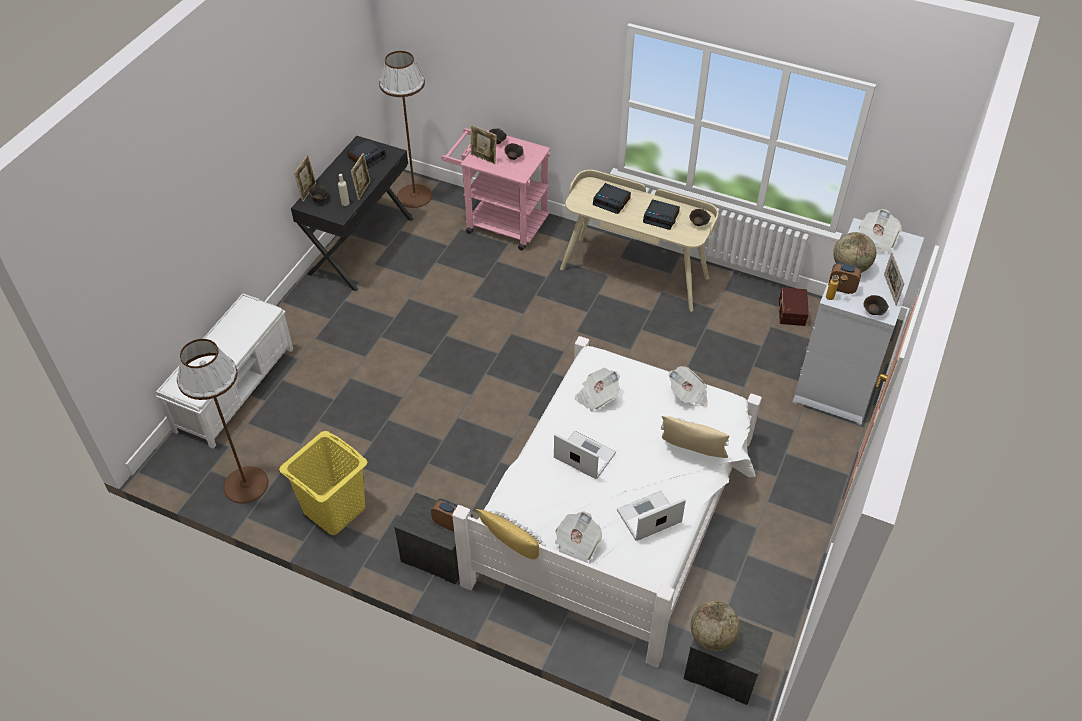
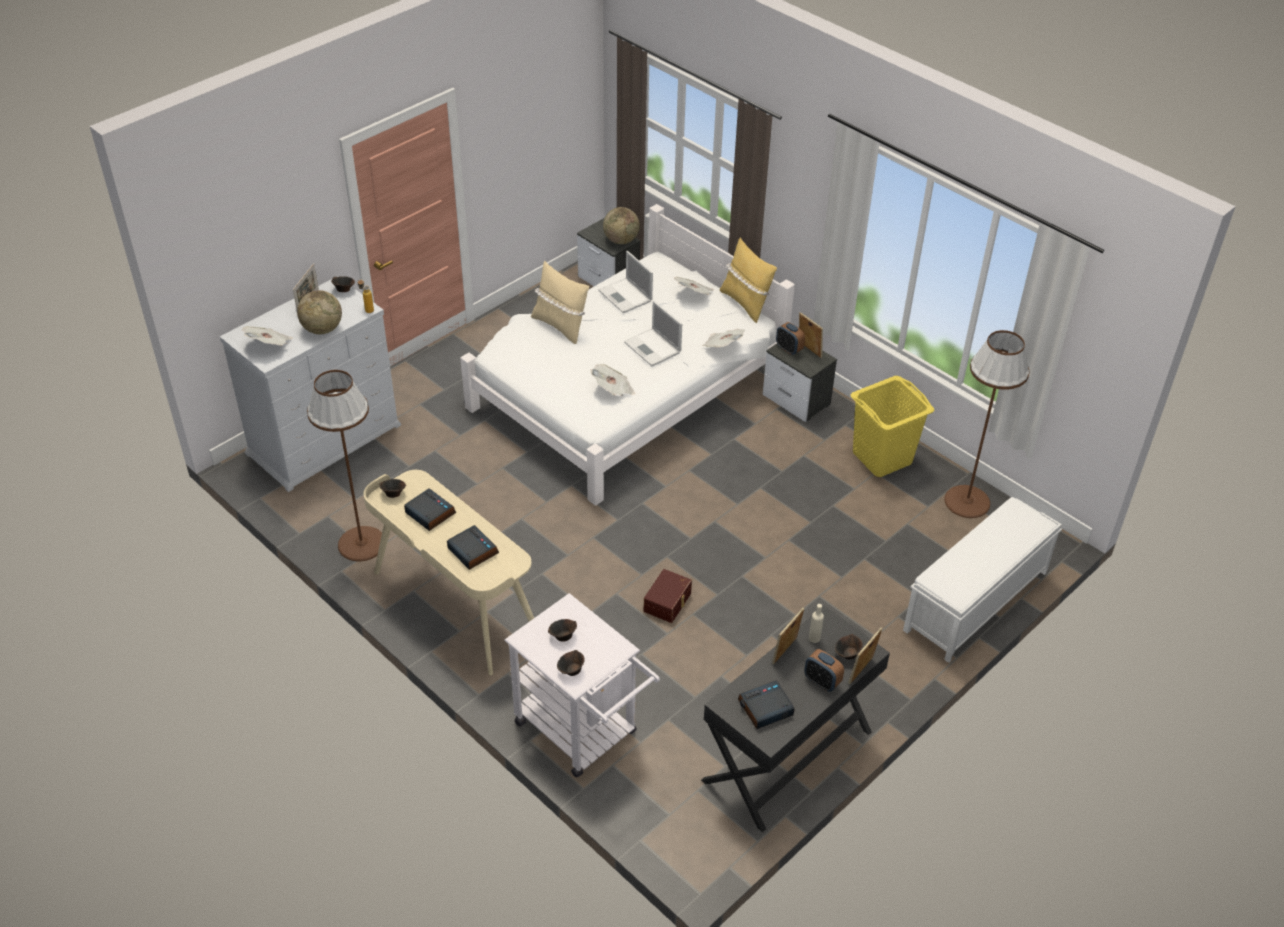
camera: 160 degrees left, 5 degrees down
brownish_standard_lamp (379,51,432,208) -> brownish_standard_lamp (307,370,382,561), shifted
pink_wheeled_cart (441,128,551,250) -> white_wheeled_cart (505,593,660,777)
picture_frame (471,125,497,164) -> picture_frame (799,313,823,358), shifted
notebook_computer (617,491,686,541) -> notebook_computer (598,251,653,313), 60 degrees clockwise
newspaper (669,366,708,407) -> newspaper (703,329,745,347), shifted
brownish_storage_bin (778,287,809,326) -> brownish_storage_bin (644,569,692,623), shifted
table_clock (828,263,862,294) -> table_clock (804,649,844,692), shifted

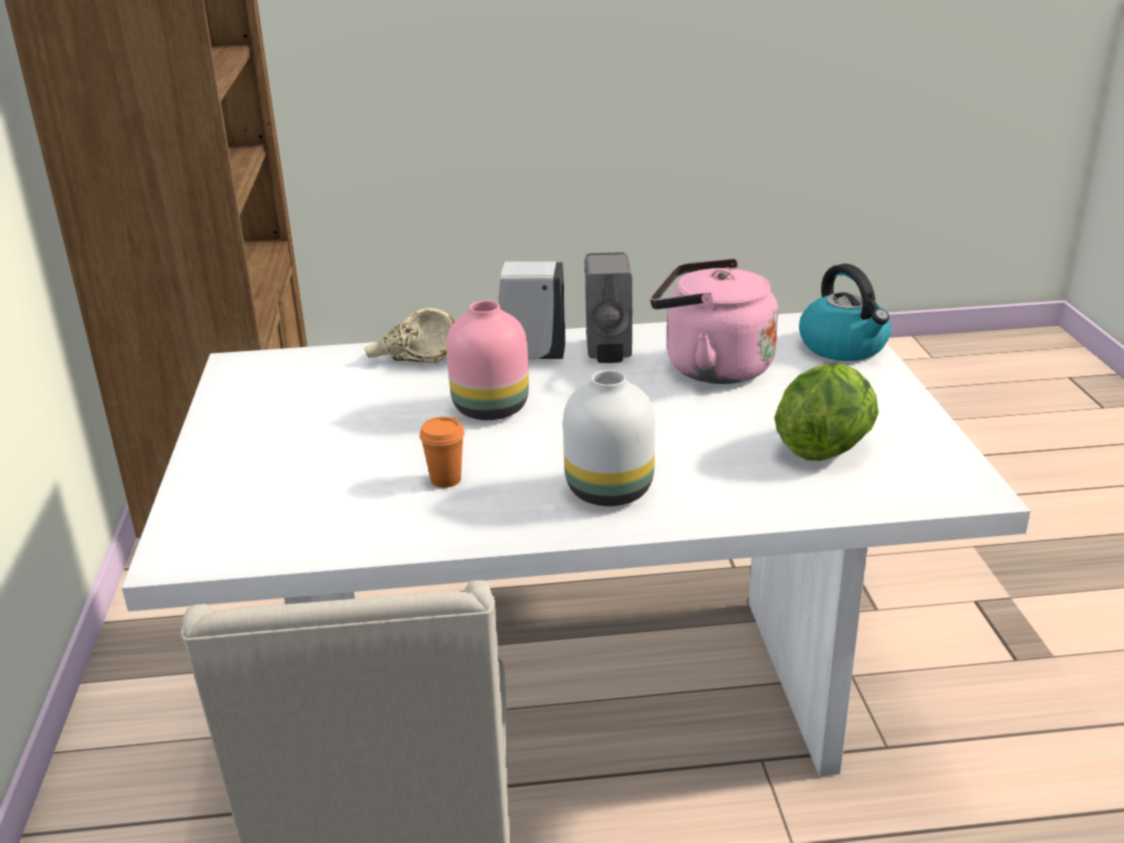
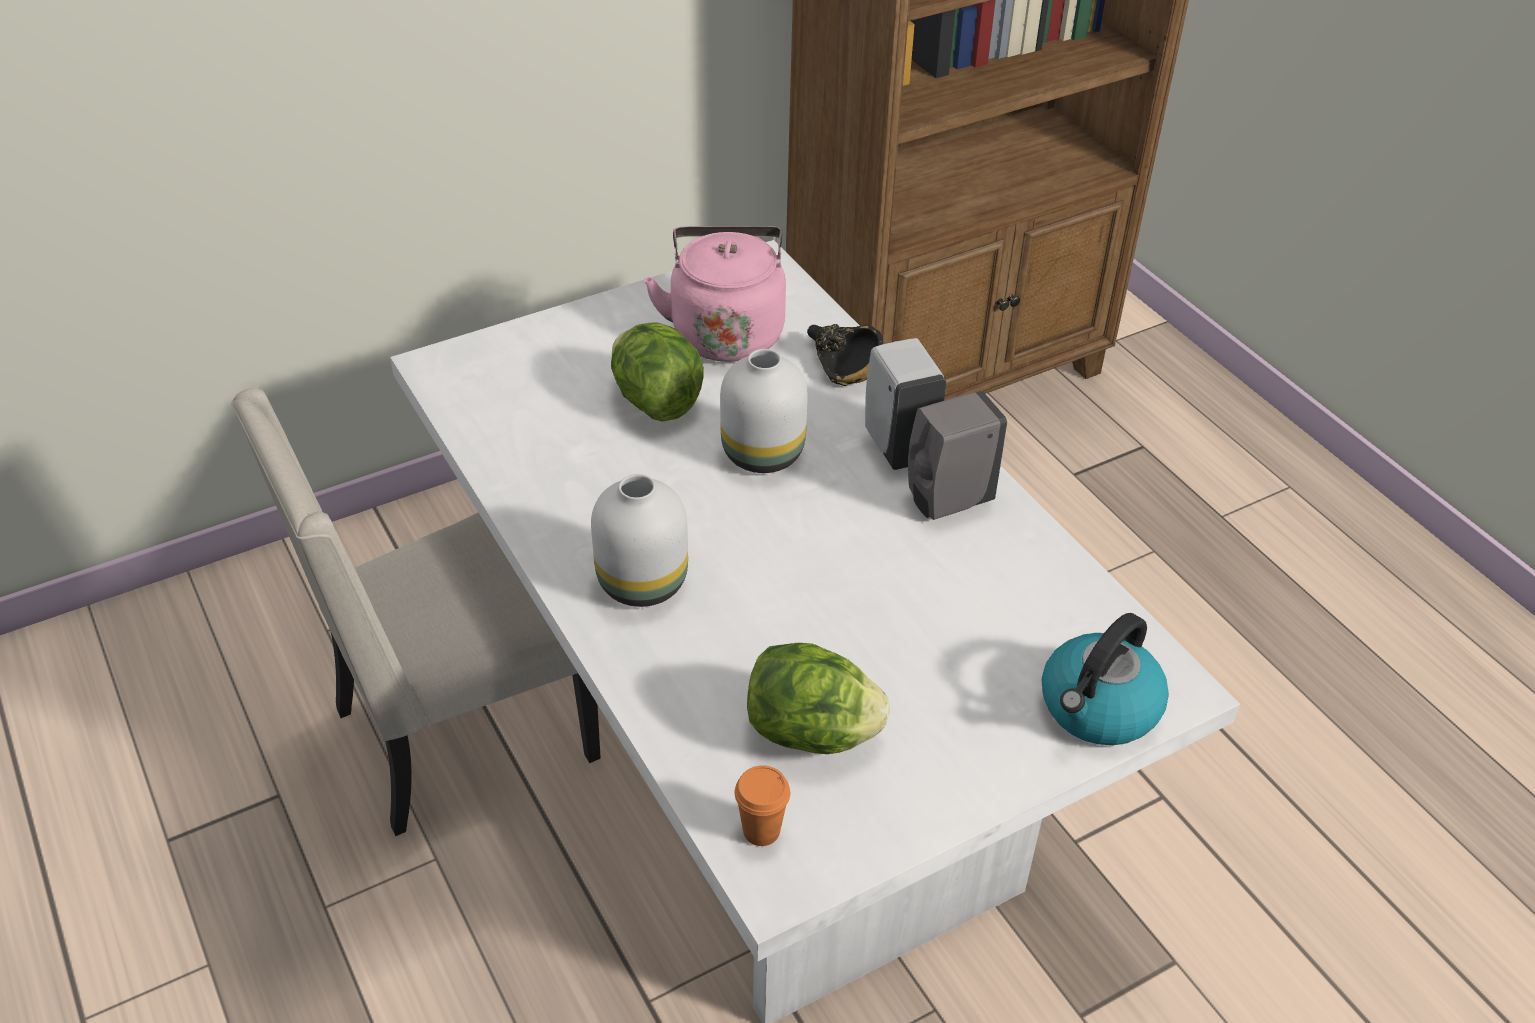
camera: 65 degrees right, 15 degrees up
beige-coloured_bowl (364,308,454,363) -> blackish_bowl (807,324,884,386)
orange-coloured_small_cup (419,417,465,488) -> orange-coloured_small_cup (735,766,790,846), shifted
pink_flower_vase (446,300,529,420) -> white_flower_vase (720,349,808,473)
pink_water_kettle (650,258,778,384) -> pink_water_kettle (644,226,786,362), shifted
none -> head_of_lettuce (611,322,704,422)

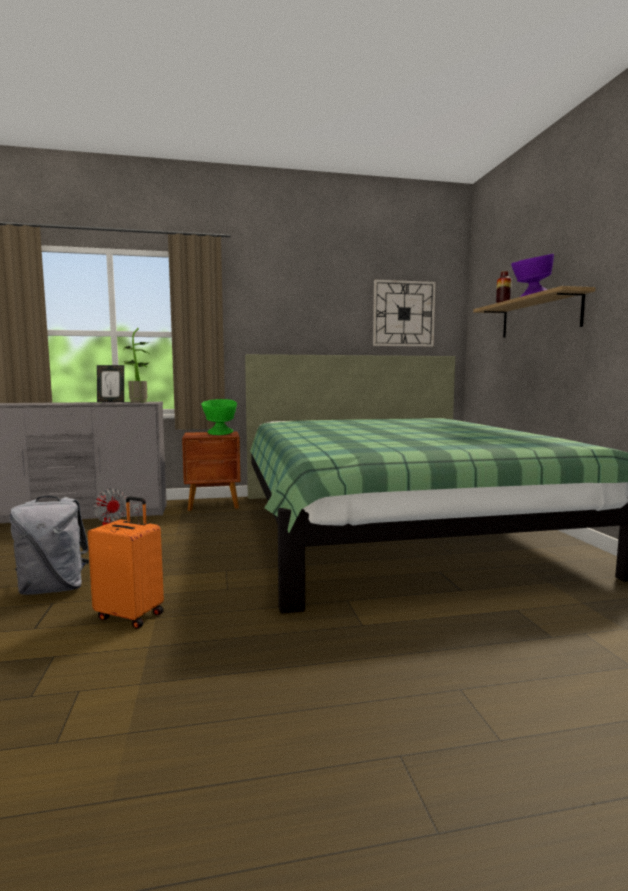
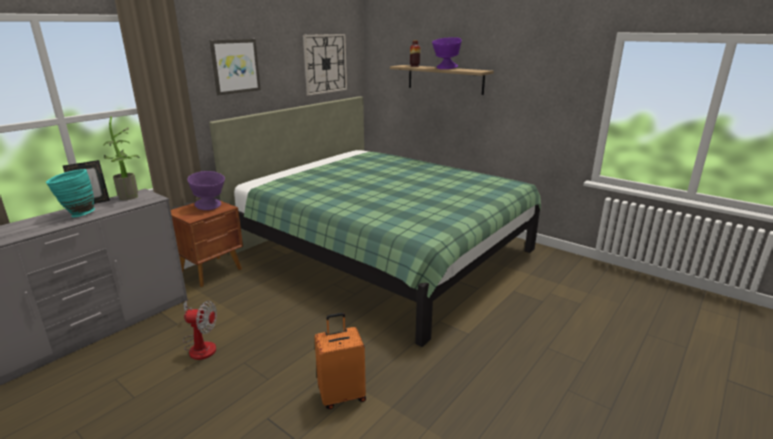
camera: 40 degrees left, 15 degrees up
greyish_knapsack (10,496,89,595) -> none
greenish_bowl (201,399,237,435) -> purple_bowl (187,171,225,210)
none -> turquoise-coloured_flower_vase (46,169,95,217)
none -> wall_picture (209,39,261,95)

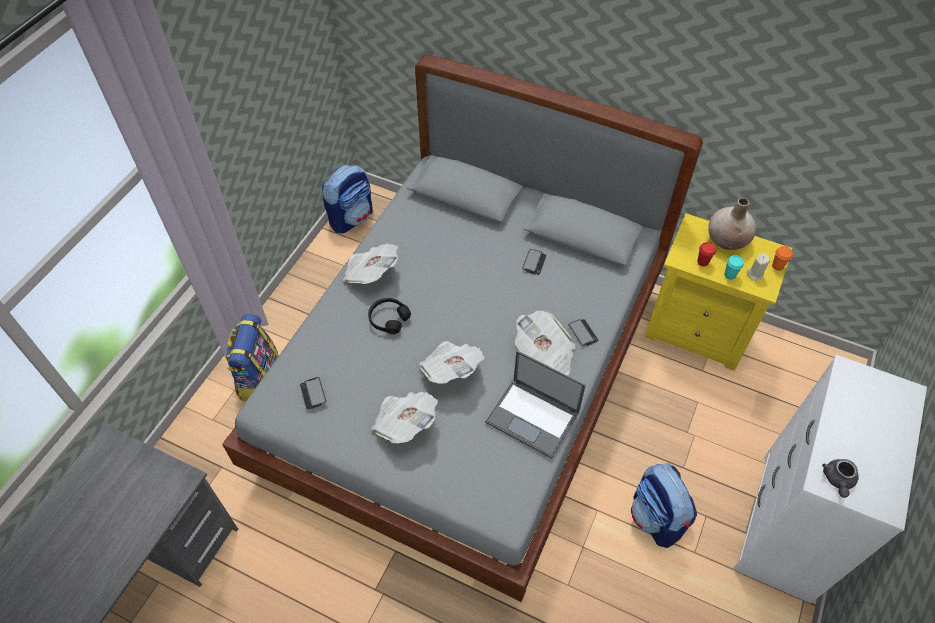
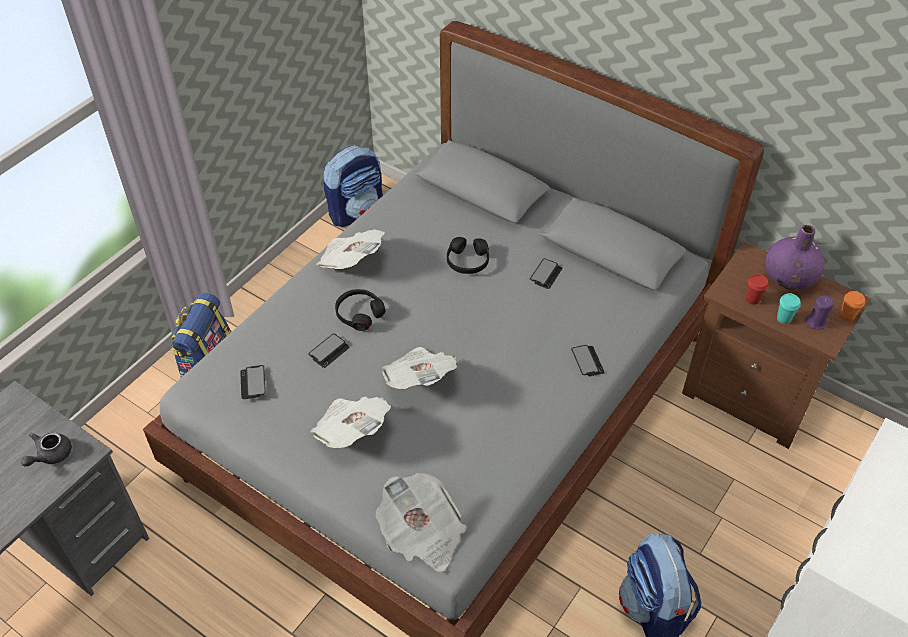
camera: 10 degrees right, 5 degrees down
notebook_computer (485,351,586,459) -> none
newspaper (515,311,576,376) -> newspaper (375,473,466,572), shifted
yellowish_nightstand (645,213,792,371) -> brownish_nightstand (682,242,871,449)
beige-coloured_flower_vase (708,198,756,250) -> purple_flower_vase (765,225,825,290)
beige-coloured_wax_light (747,253,770,281) -> purple_wax_light (805,296,834,329)
greyish_teapot (822,459,859,498) -> greyish_teapot (21,432,72,466), shifted
none -> handset (308,334,350,368)
none -> blackish_headset (447,237,489,274)

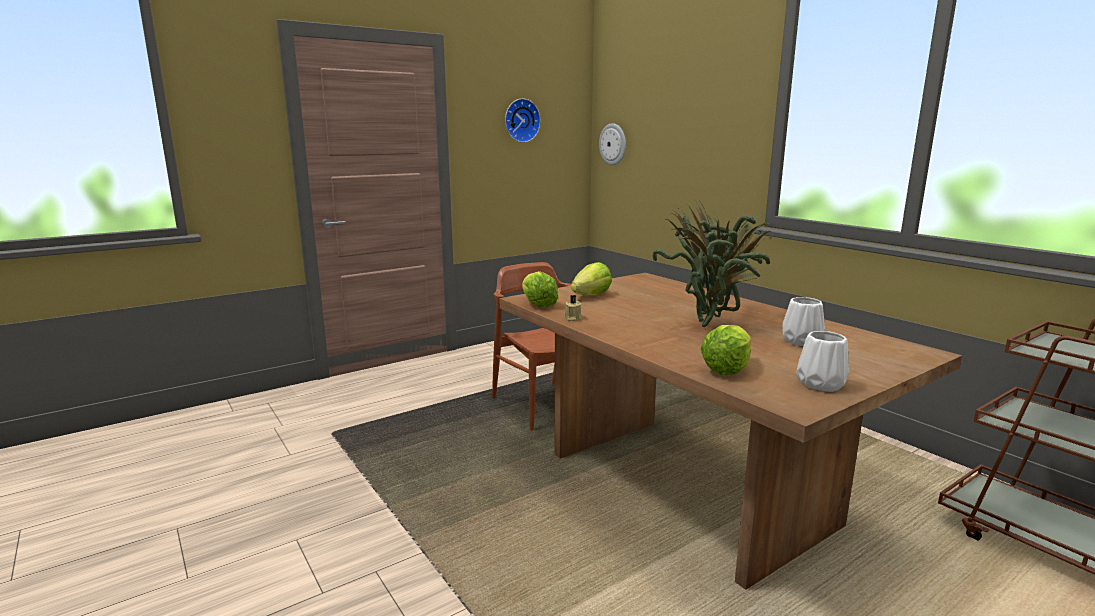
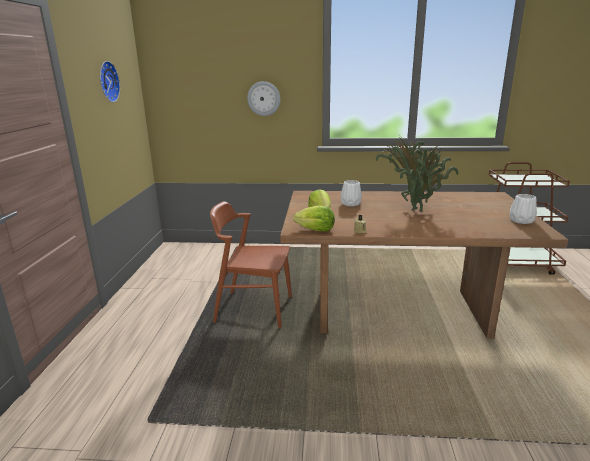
camera: 50 degrees left, 5 degrees up
wall_clock (599,123,626,165) -> wall_clock (247,81,280,116), shifted
head_of_lettuce (701,325,751,375) -> none
white_flower_vase (782,297,825,346) -> white_flower_vase (341,180,362,206), shifted

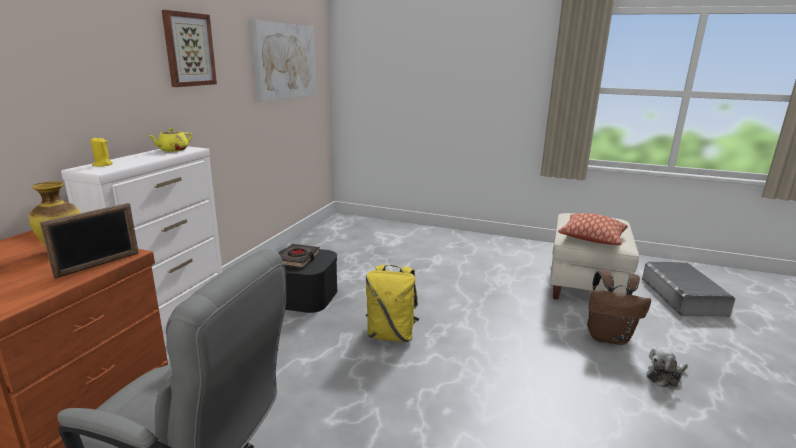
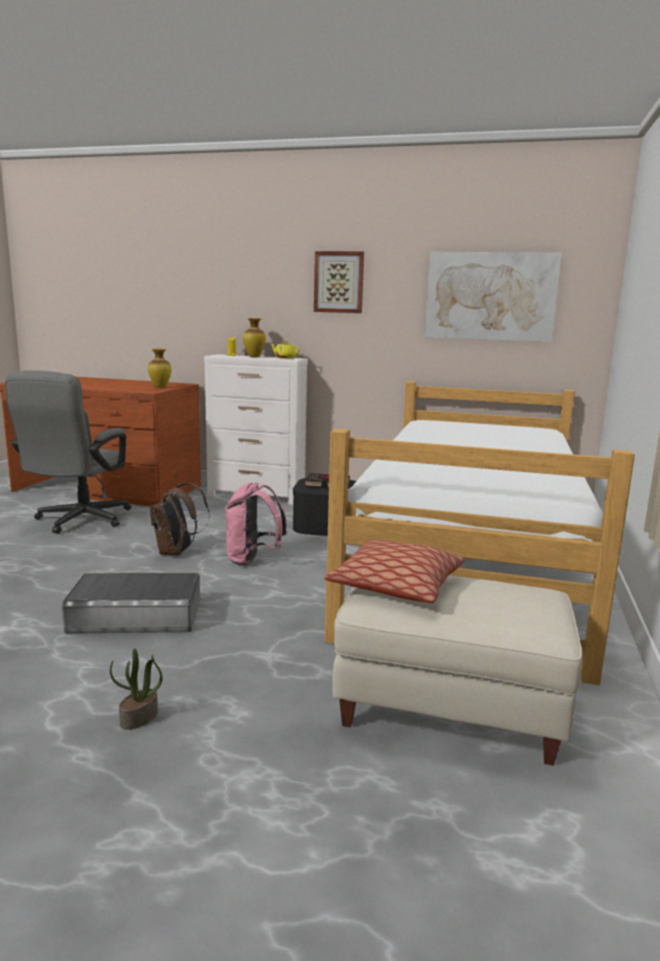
camera: 85 degrees right, 5 degrees down
picture_frame (40,203,139,279) -> none
yellowish_knapsack (366,264,419,342) -> pink_knapsack (225,482,287,566)
brownish_knapsack (587,270,651,345) -> brownish_knapsack (150,482,209,556), shifted
greyish_storage_bin (642,262,735,317) -> greyish_storage_bin (62,573,200,633), shifted
soft_toy (646,347,688,387) -> houseplant (110,648,163,730)
none -> flower_vase (243,318,266,357)
none -> bed (325,381,635,685)

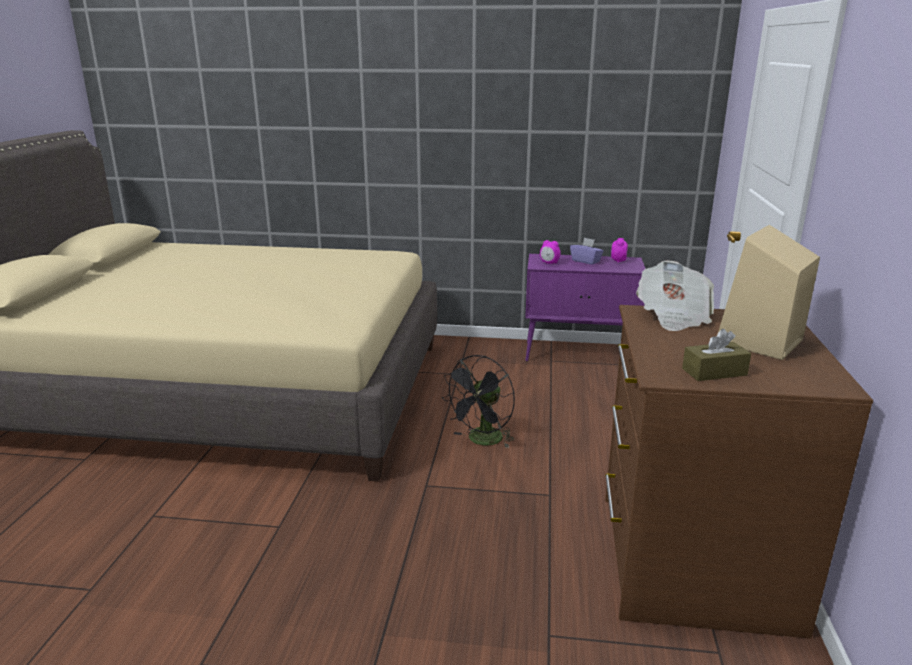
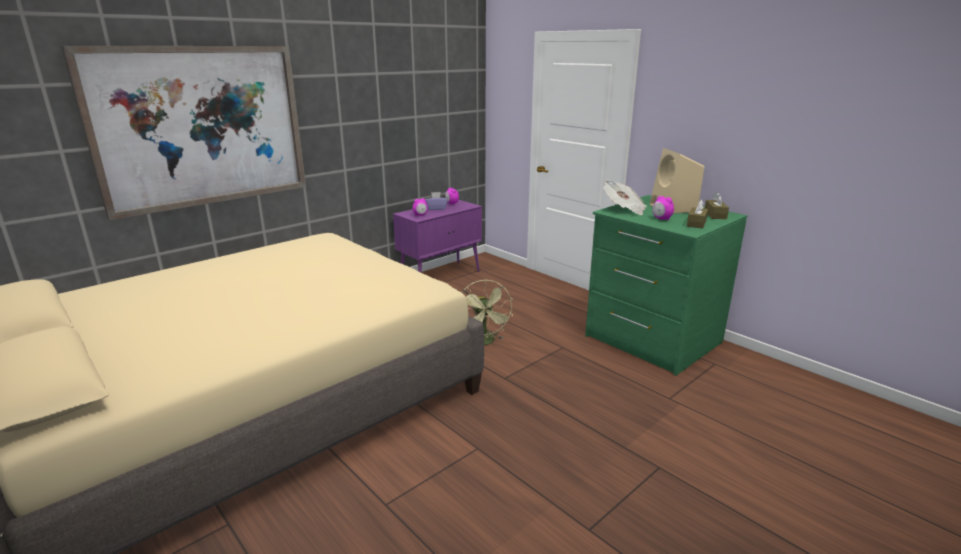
camera: 50 degrees left, 0 degrees up
blackish_electric_fan (442,355,515,448) -> greenish_electric_fan (462,280,513,345)
brownish_chest_of_drawers (605,305,873,639) -> greenish_chest_of_drawers (585,195,747,376)
none -> wall_picture (61,46,306,220)
none -> table_clock (653,196,674,220)
none -> brownish_tissue_holder (705,192,729,219)

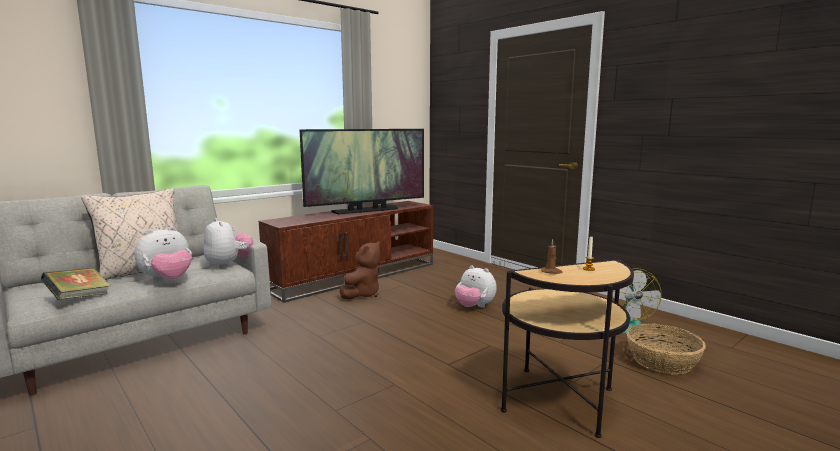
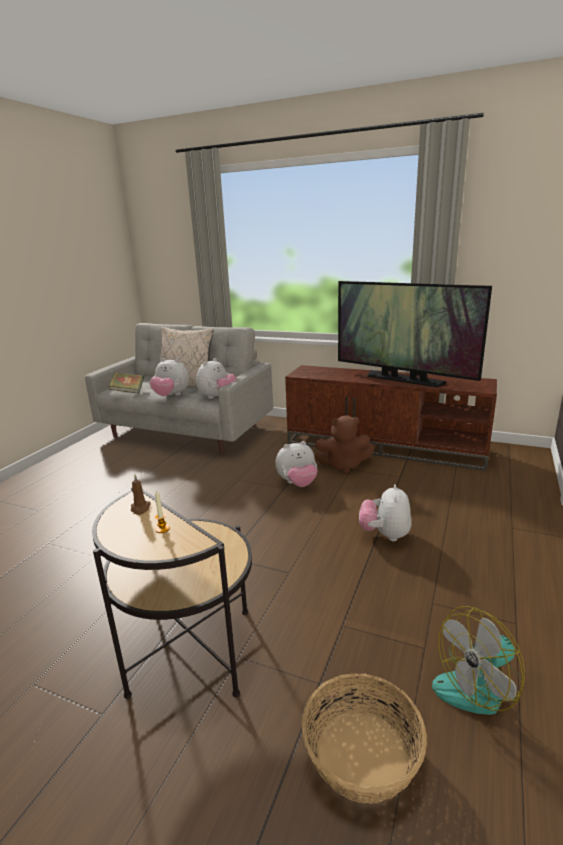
camera: 65 degrees right, 10 degrees up
none -> soft_toy (275,441,318,487)

